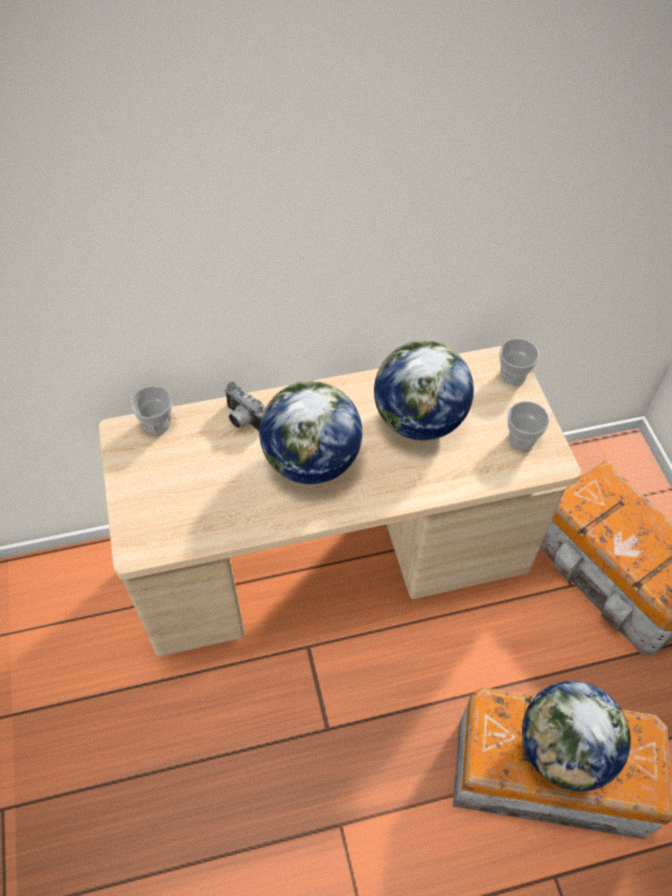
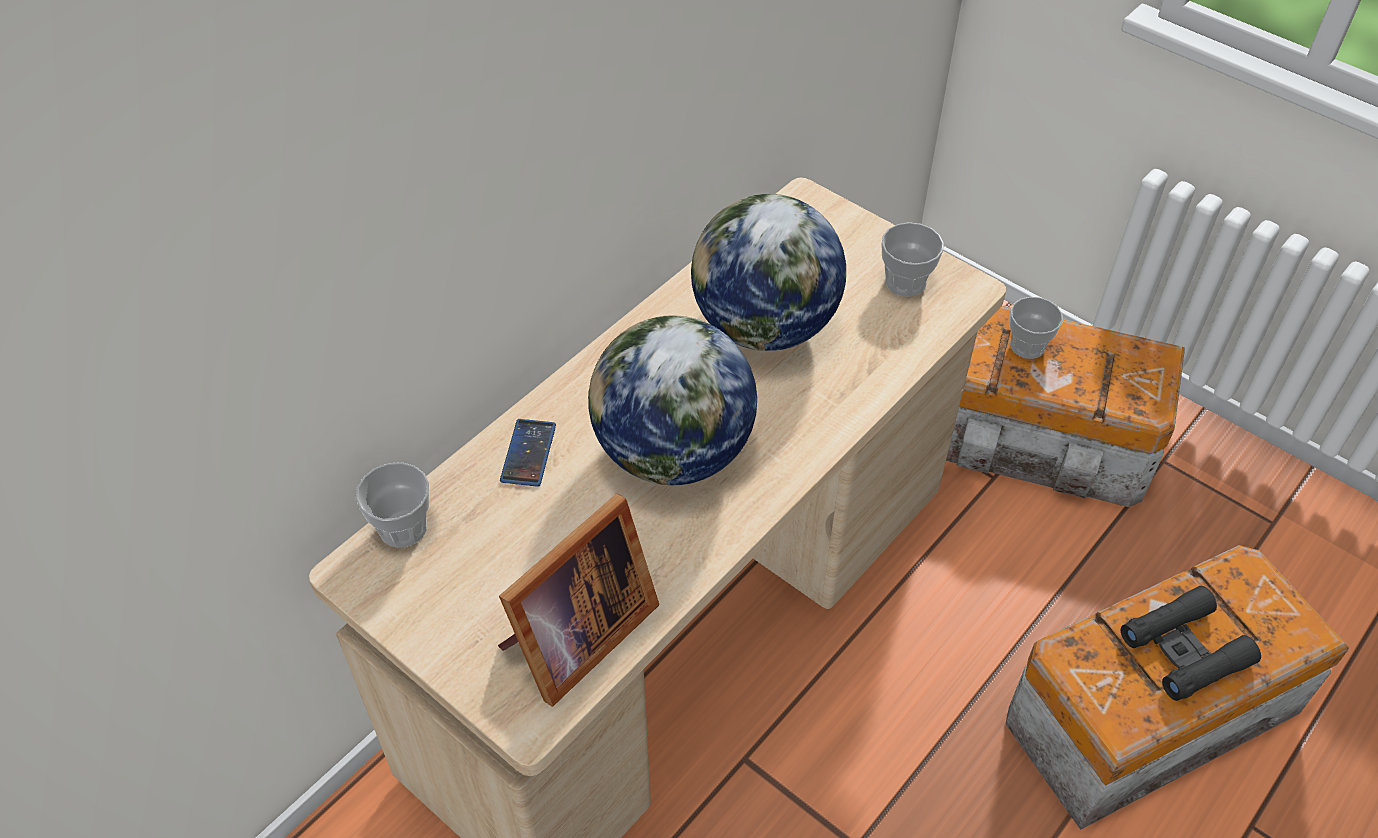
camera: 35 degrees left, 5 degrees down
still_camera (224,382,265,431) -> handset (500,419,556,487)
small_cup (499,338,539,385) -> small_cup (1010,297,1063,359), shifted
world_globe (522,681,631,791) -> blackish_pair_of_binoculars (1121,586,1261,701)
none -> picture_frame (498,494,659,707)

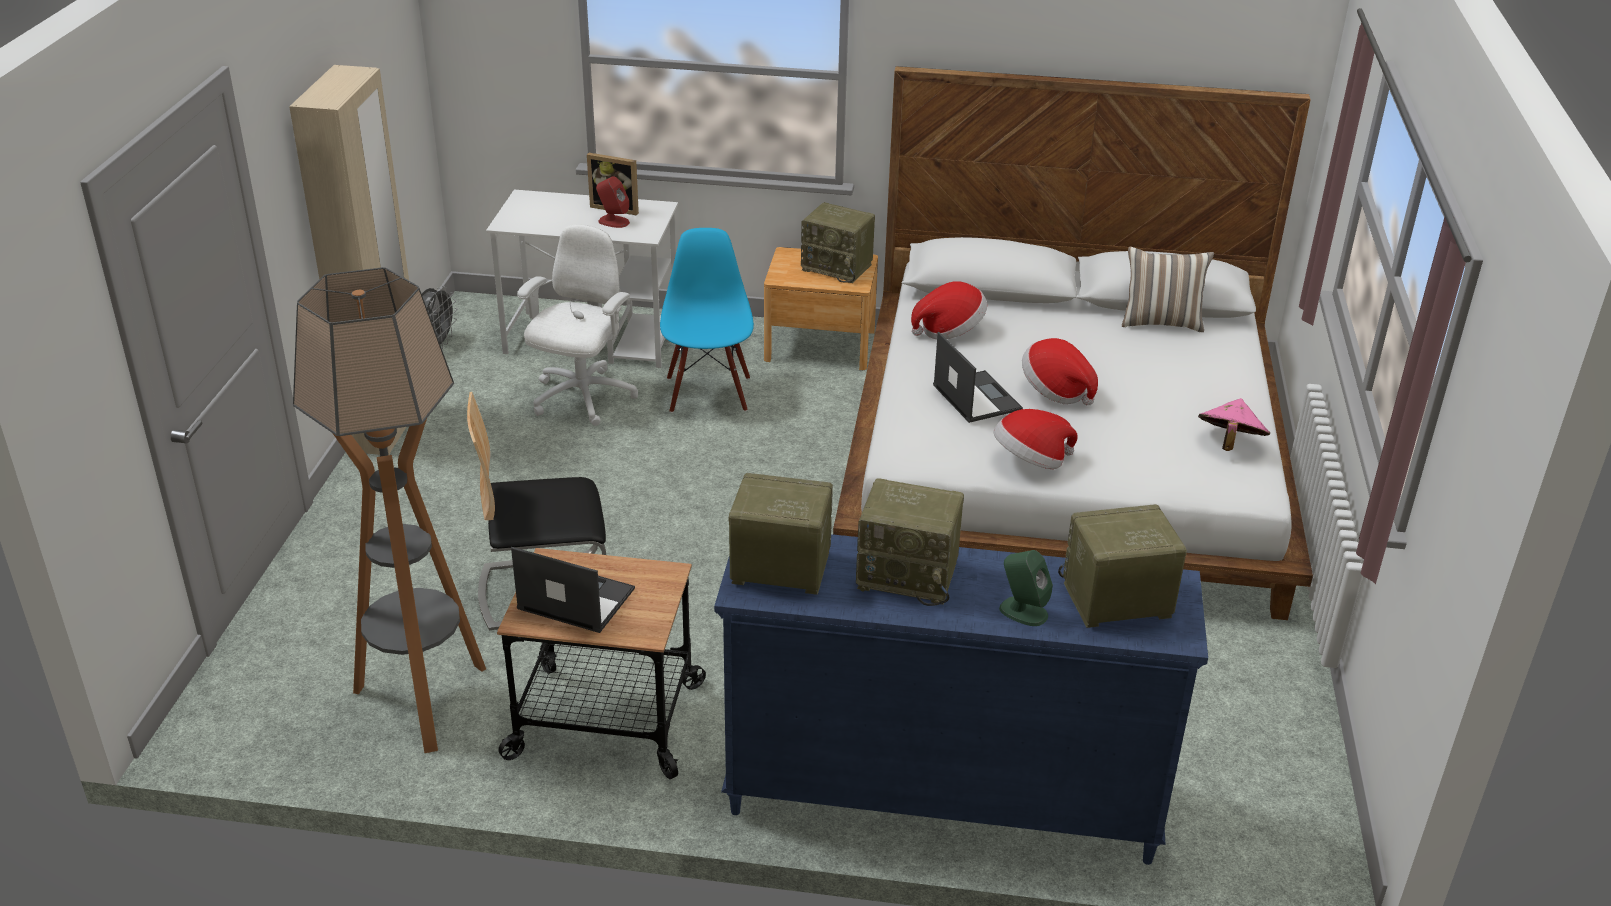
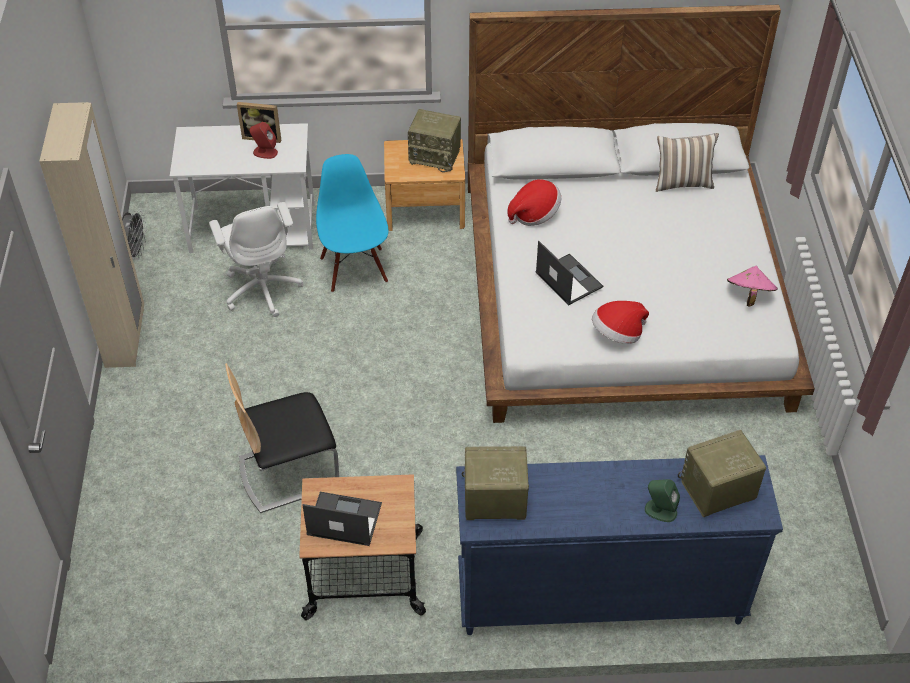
camera: 10 degrees left, 15 degrees up
standard_lamp (293,267,486,753) -> none
white_computer_chair (517,225,638,426) -> white_computer_chair (209,202,303,317), 150 degrees clockwise
radio_set (856,478,964,606) -> none
wearable_hat (1022,338,1098,405) -> none

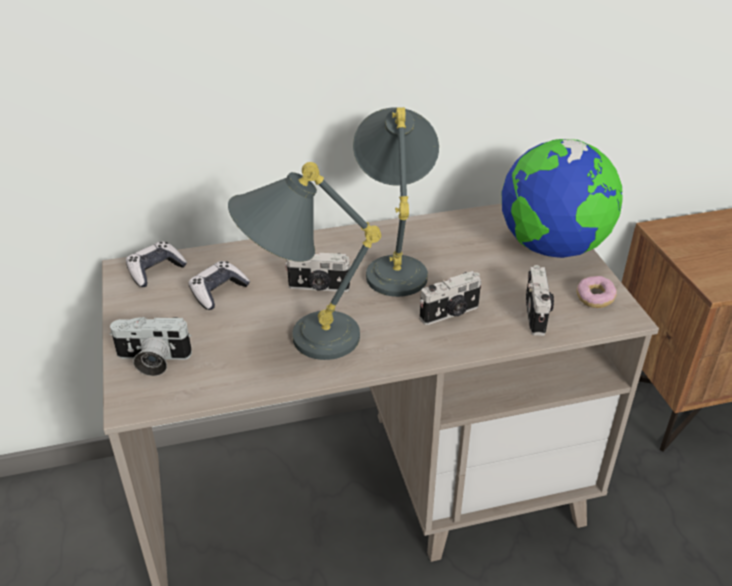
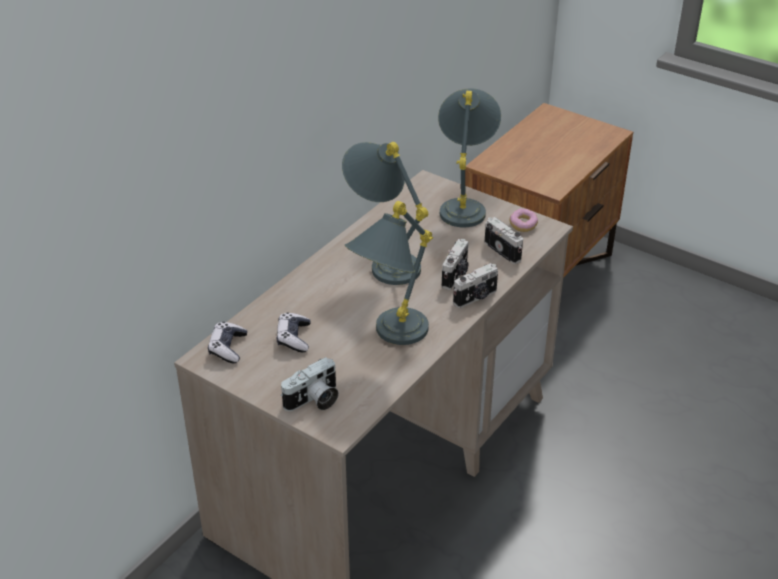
camera: 40 degrees left, 0 degrees up
still_camera (285,253,351,292) -> still_camera (453,263,498,308), shifted
world_globe (502,139,623,258) -> greyish_table_lamp (438,88,501,227)

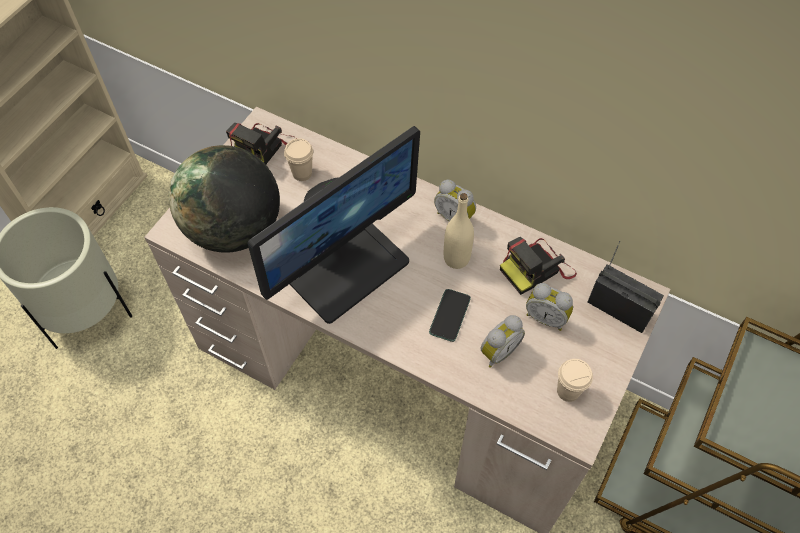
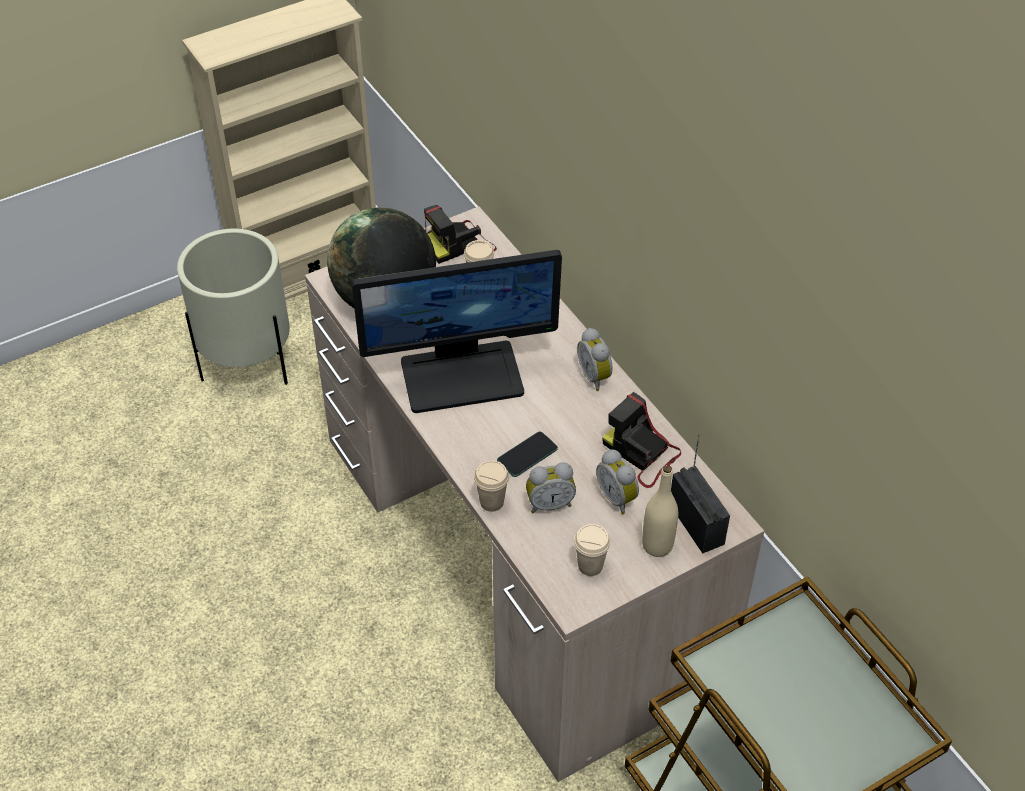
camera: 30 degrees right, 10 degrees down
beige-coloured_beverage_bottle (444,193,474,269) -> beige-coloured_beverage_bottle (642,465,678,557), shifted
still_camera (500,237,577,295) -> still_camera (602,392,681,488), 45 degrees clockwise
none -> beige-coloured_small_cup (474,460,509,512)

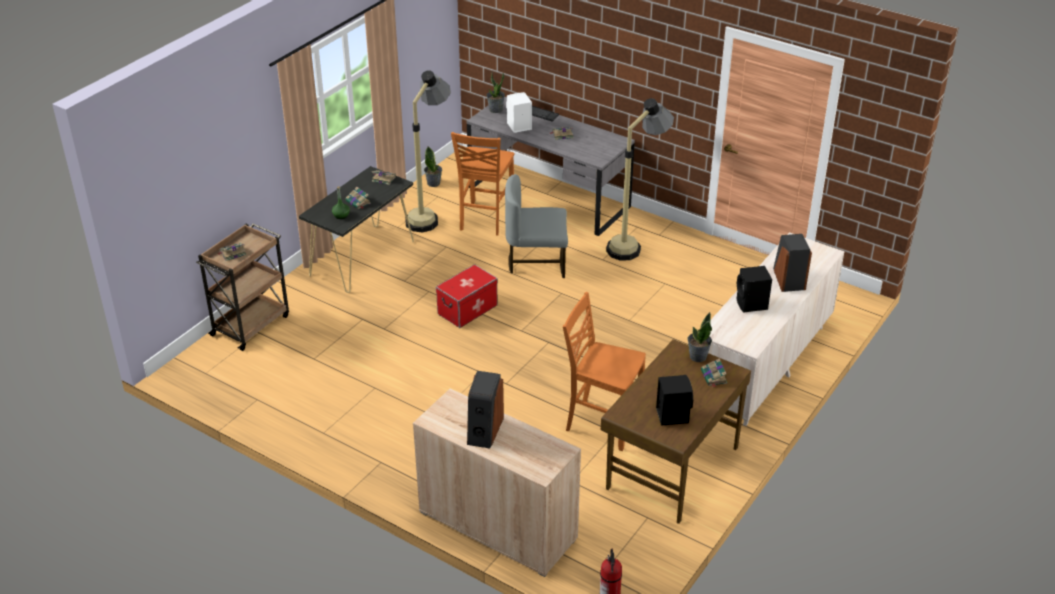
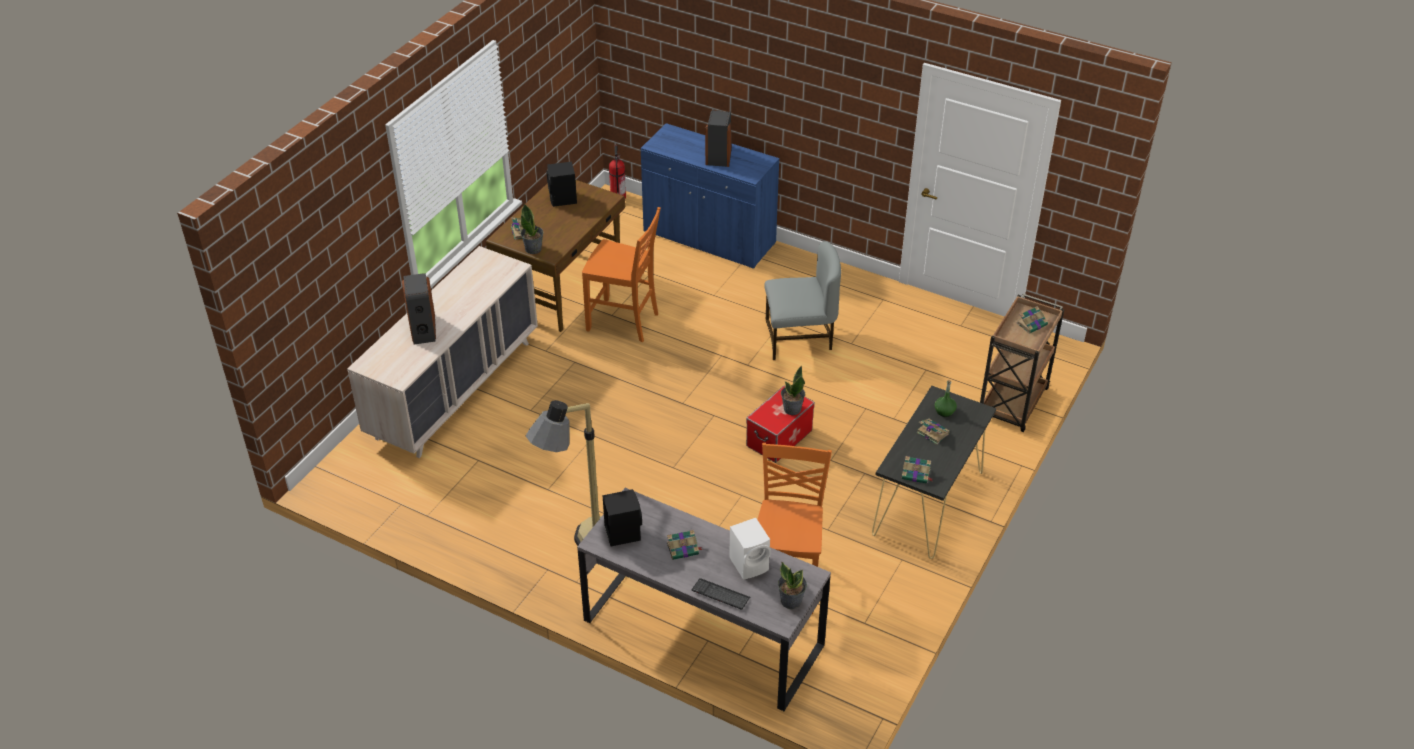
camera: 175 degrees right, 5 degrees up
standard_lamp (405,70,451,233) -> none
beige-coloured_cabinet (413,389,581,577) -> blue_cabinet (641,123,779,269)
houseplant (424,146,442,187) -> houseplant (781,366,805,415), shifted
greyish_chair (505,174,568,278) -> greyish_chair (764,241,841,360), shifted
blackish_audio_speaker (736,266,772,313) -> blackish_audio_speaker (602,489,642,546), shifted

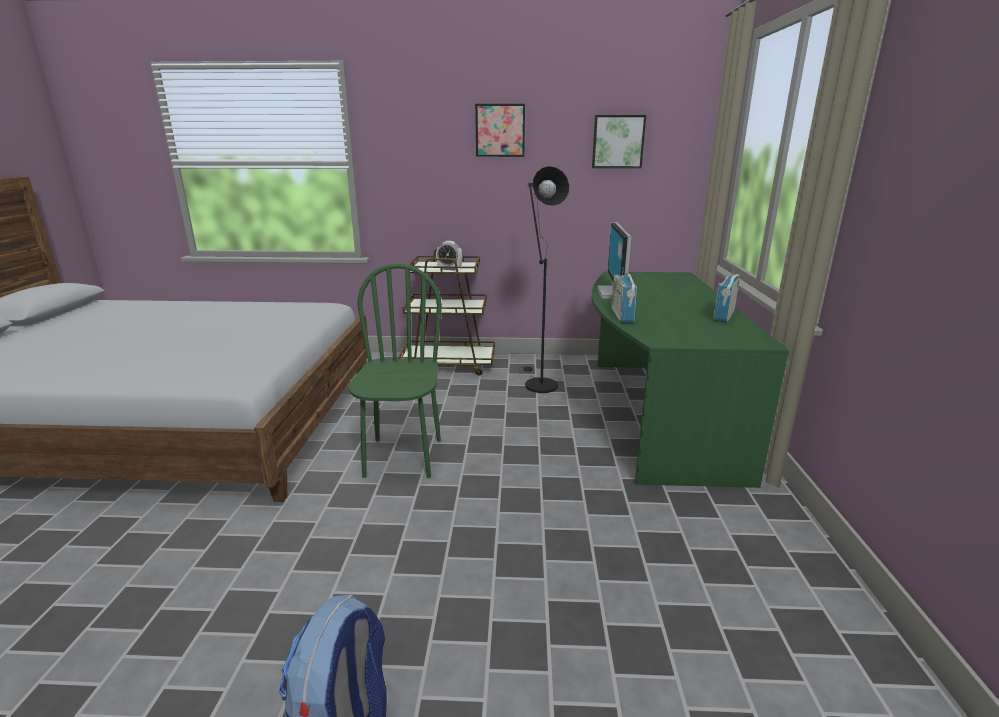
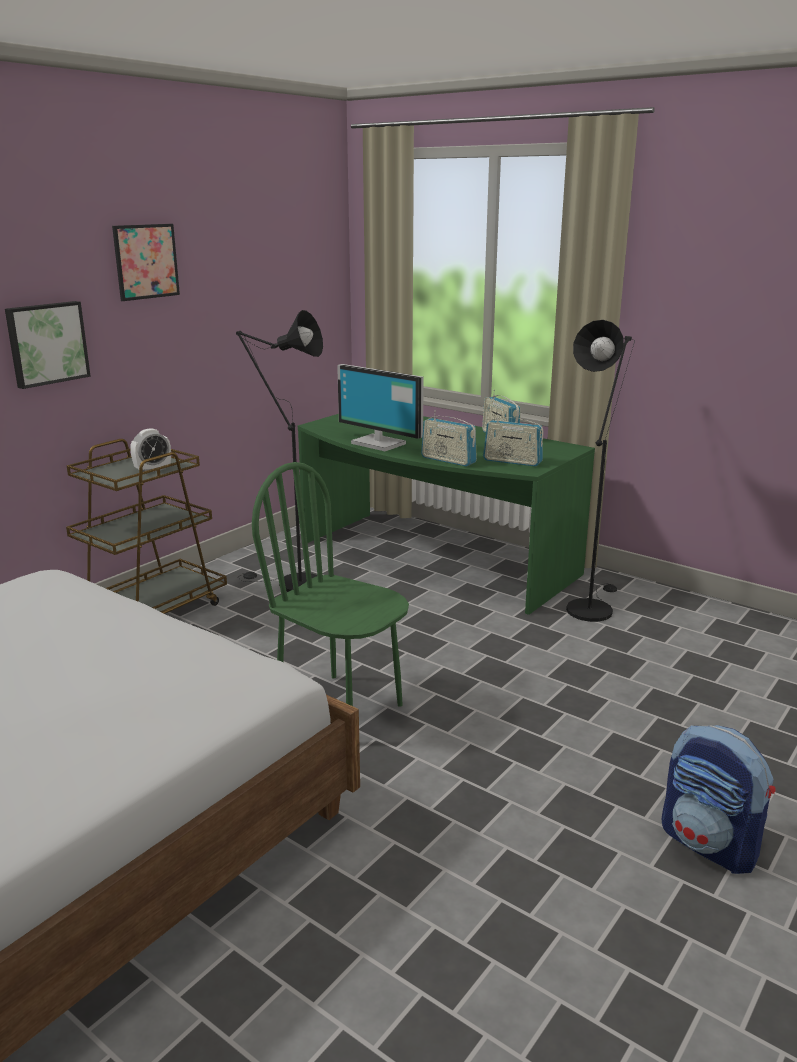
camera: 55 degrees left, 0 degrees up
wall_picture (592,115,646,168) -> wall_picture (5,301,91,389), shifted
none -> radio_set (483,412,544,467)
none -> blackish_standard_lamp (566,320,635,622)

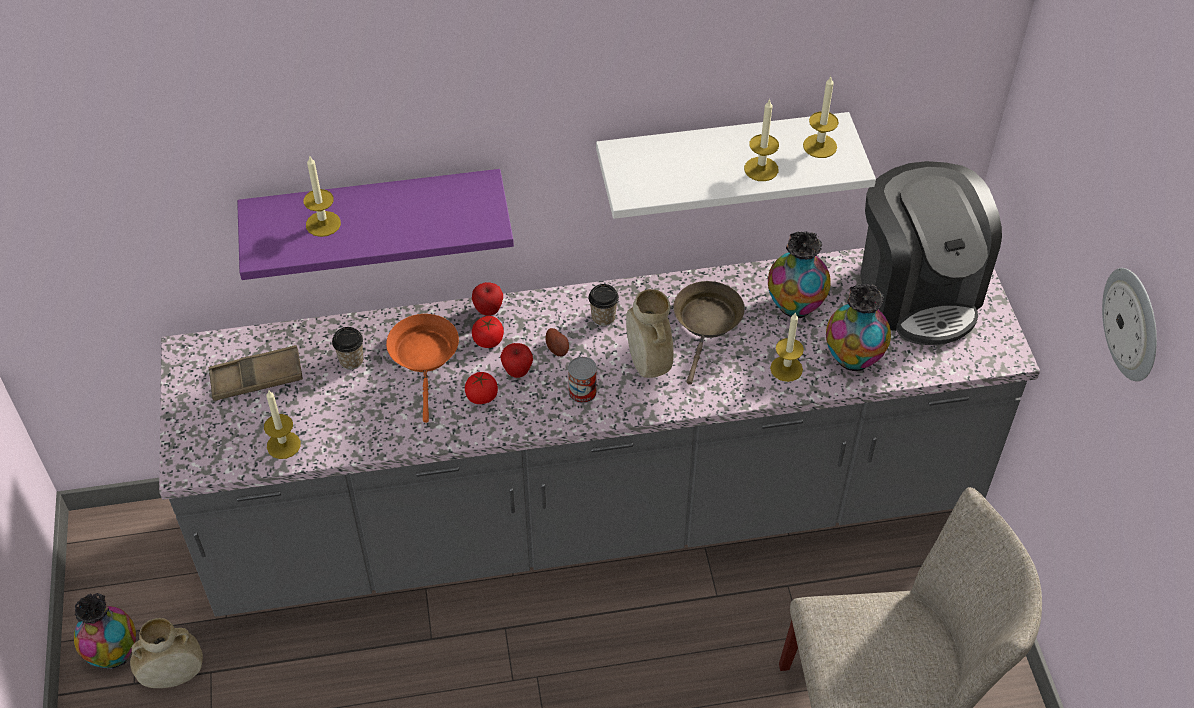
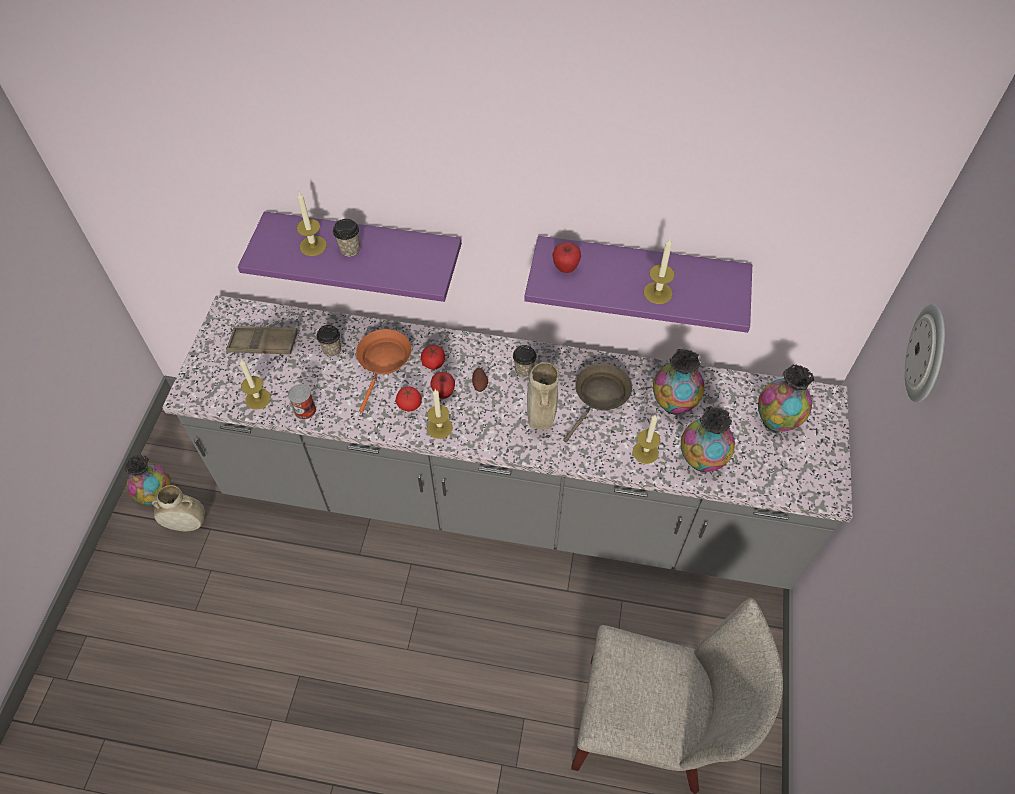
camera: 20 degrees right, 5 degrees up
apple (472,282,503,316) -> apple (552,242,581,273), shifted
sealed_can (568,357,597,404) -> sealed_can (288,384,316,420), shifted
white_wall_shelf (596,112,876,219) -> purple_wall_shelf (524,236,752,333)
wax_light (803,77,839,158) -> wax_light (427,389,453,439), shifted
coffee_brewer (860,161,1002,345) -> flower_vase (758,365,814,434)
wall_clock (1102,268,1157,381) -> wall_clock (905,304,945,403), shifted
none -> small_cup (333,219,360,257)

